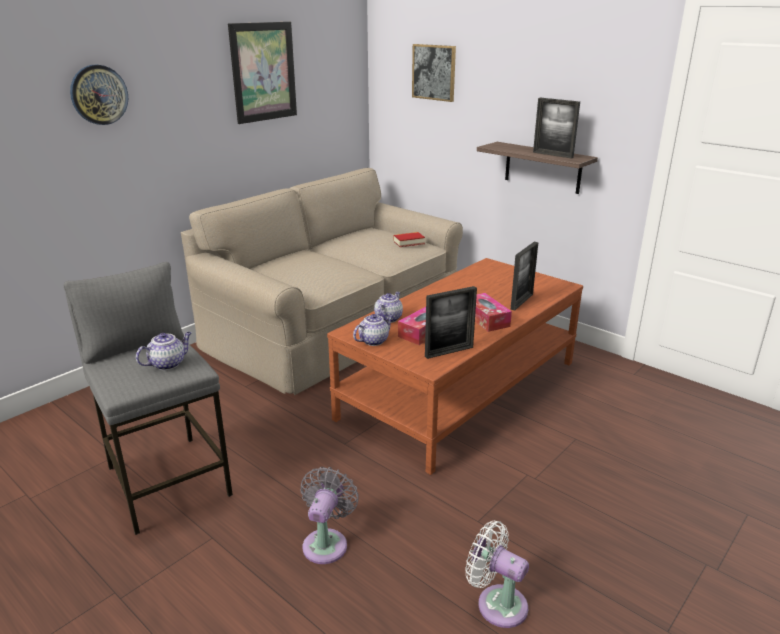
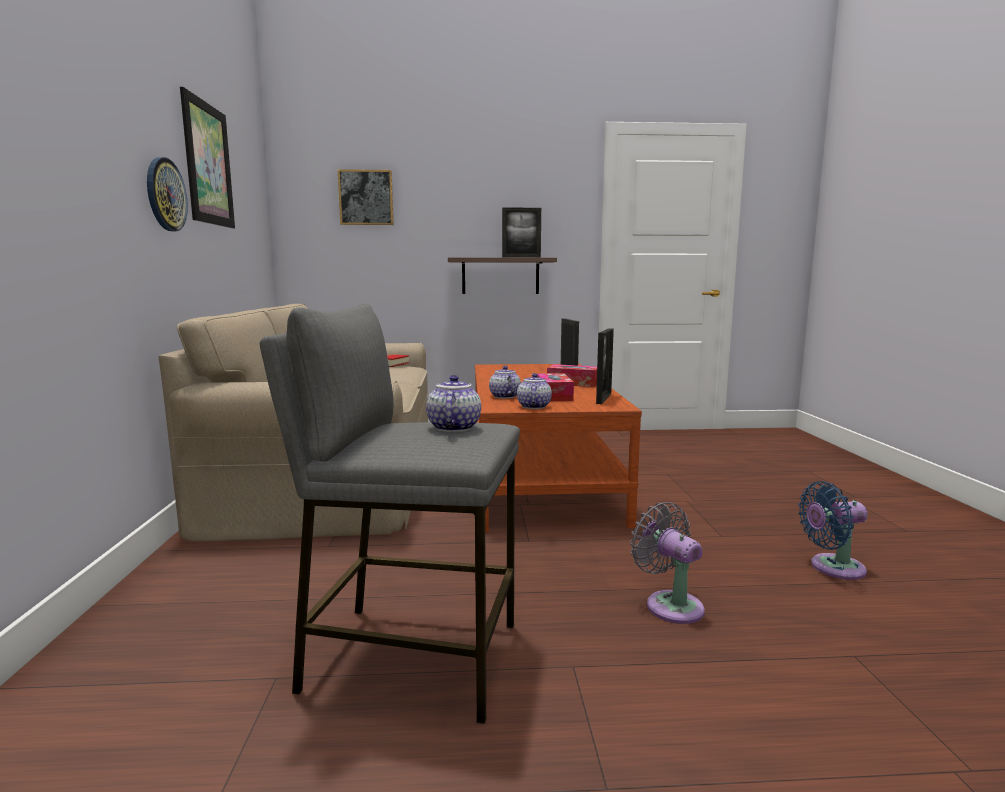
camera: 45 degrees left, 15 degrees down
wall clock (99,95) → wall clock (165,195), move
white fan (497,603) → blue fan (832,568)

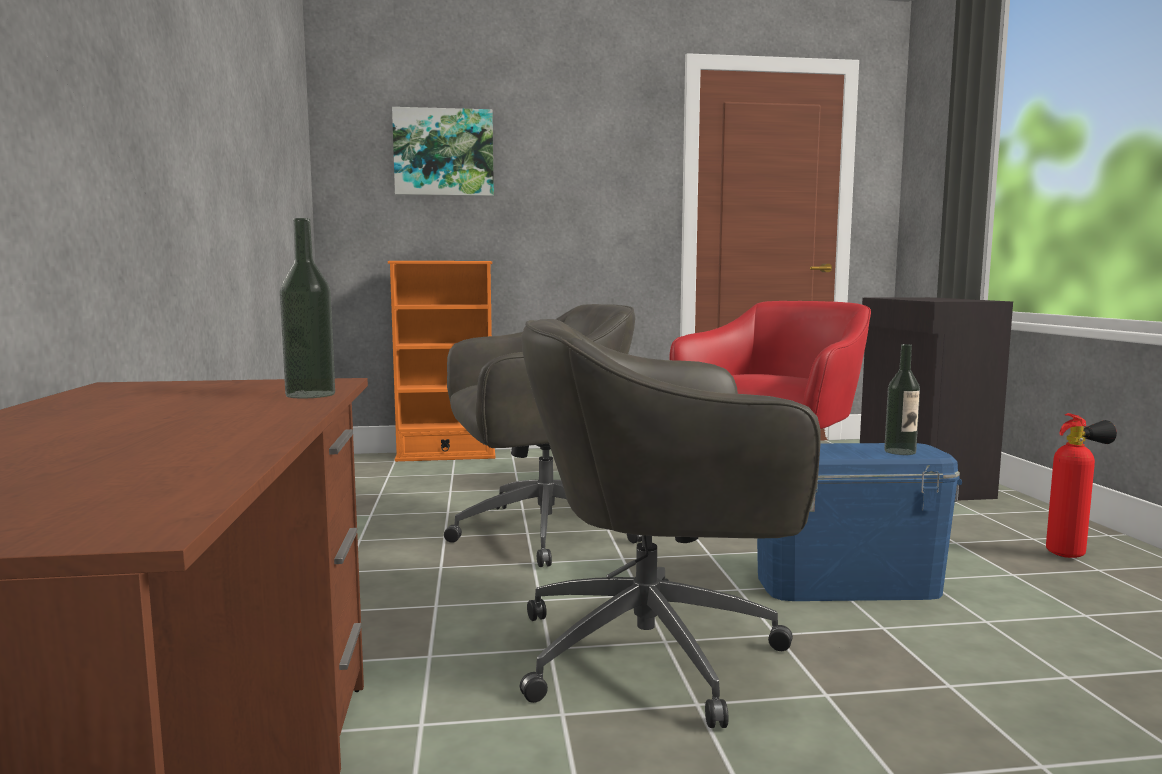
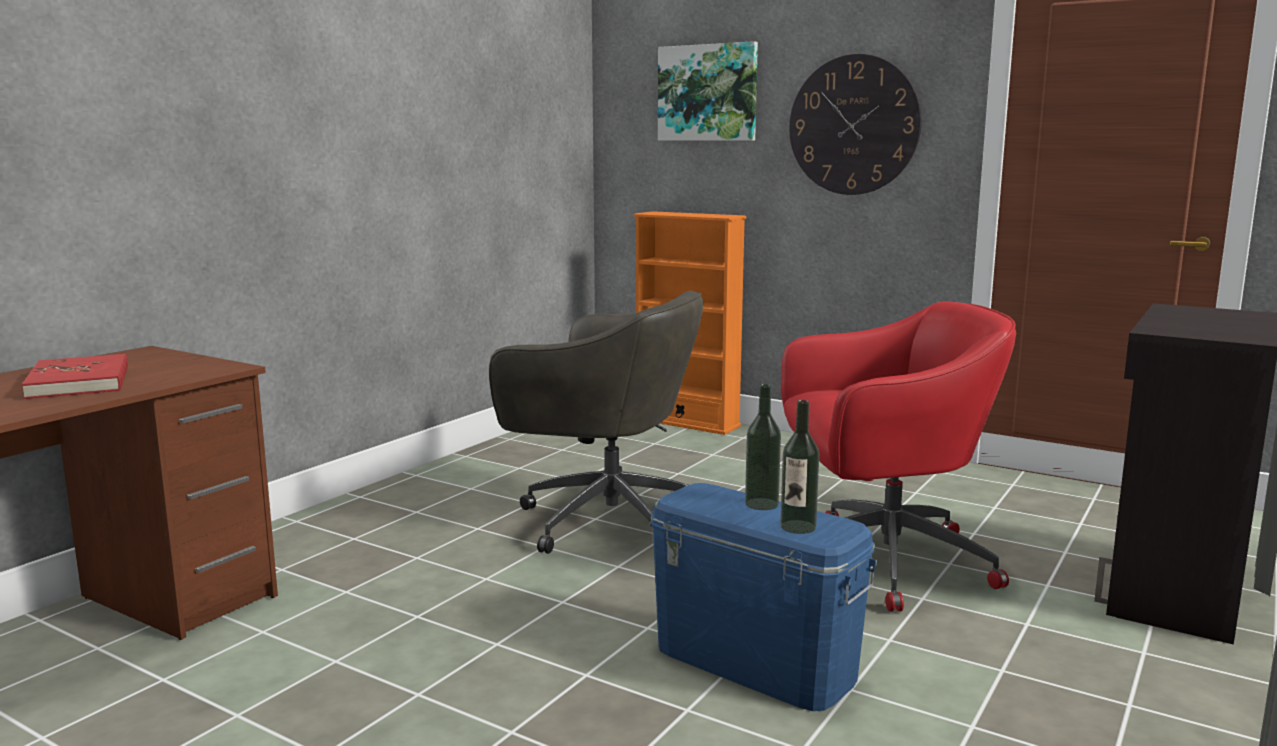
camera: 40 degrees right, 5 degrees up
bottle (310,394) → bottle (761,504), move
grey office chair (656,652) → -
fire extinguisher (1072,554) → -
- → wall clock (853,125)
- → red book (80,382)

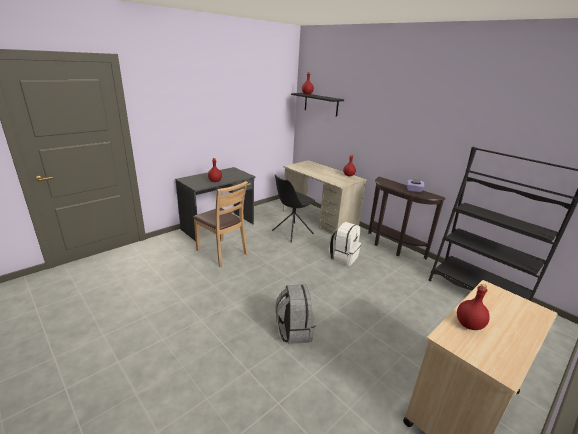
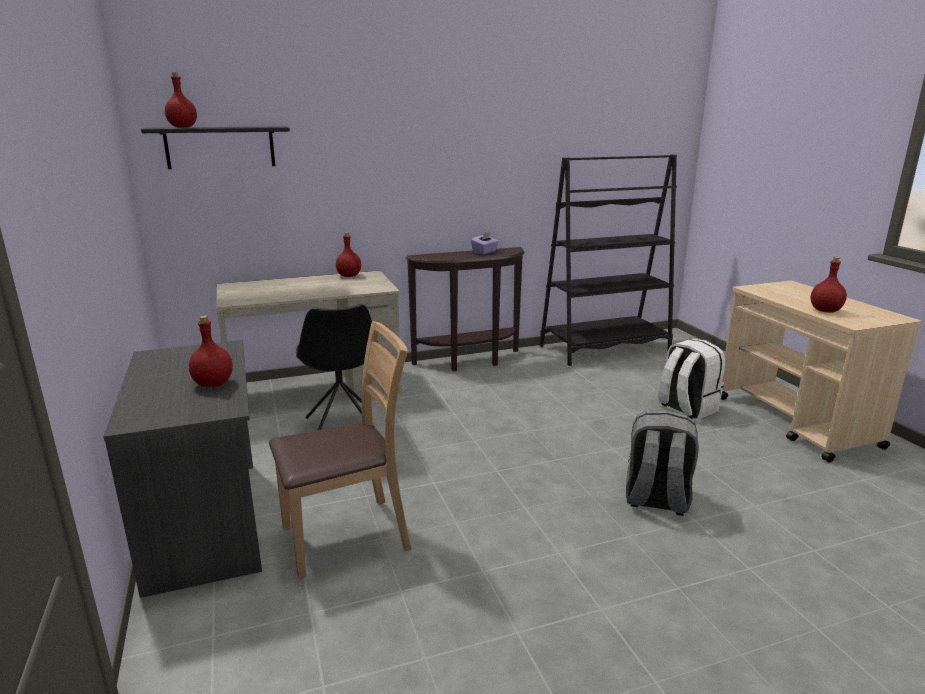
camera: 65 degrees left, 5 degrees down
white backpack (343,257) → white backpack (686,408), move

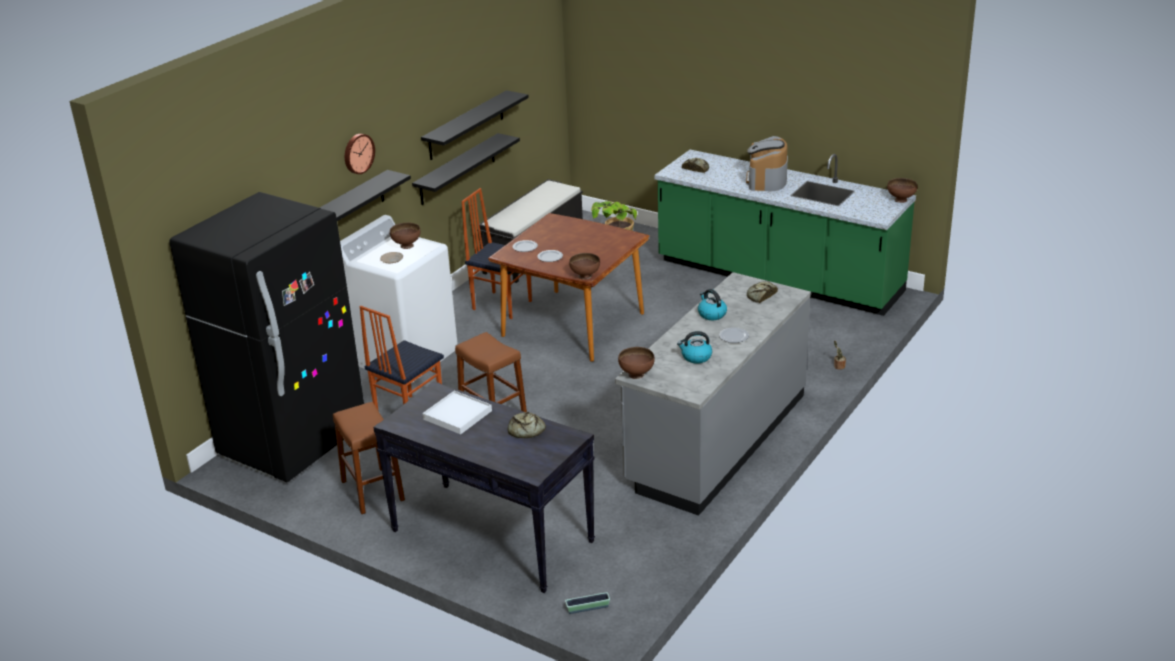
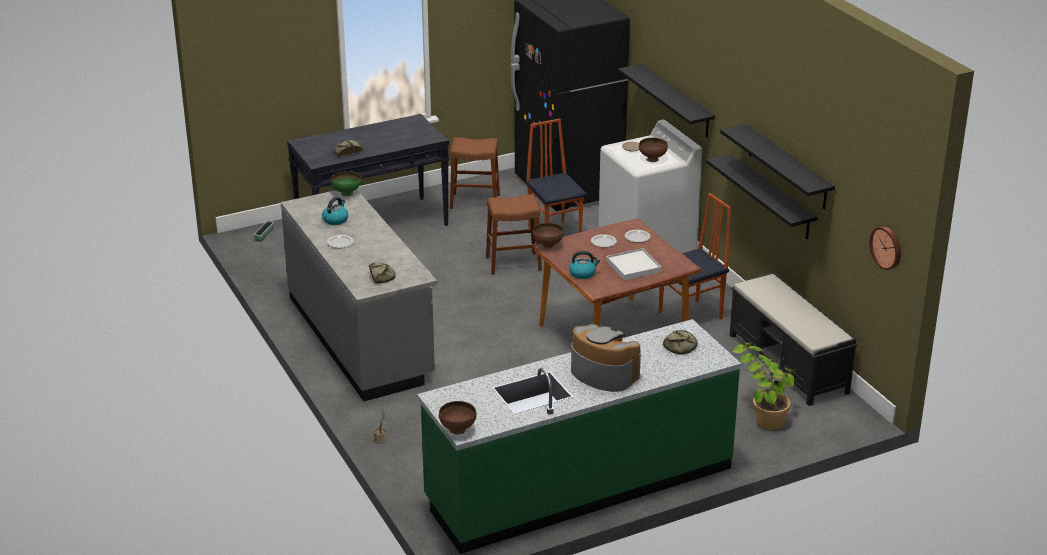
camera: 120 degrees right, 0 degrees up
wall clock (358,153) → wall clock (887,247), move
kettle (711,314) → kettle (583,273), move
brown bowl (636,375) → green bowl (346,193)
white tray (457,415) → white tray (633,266), move

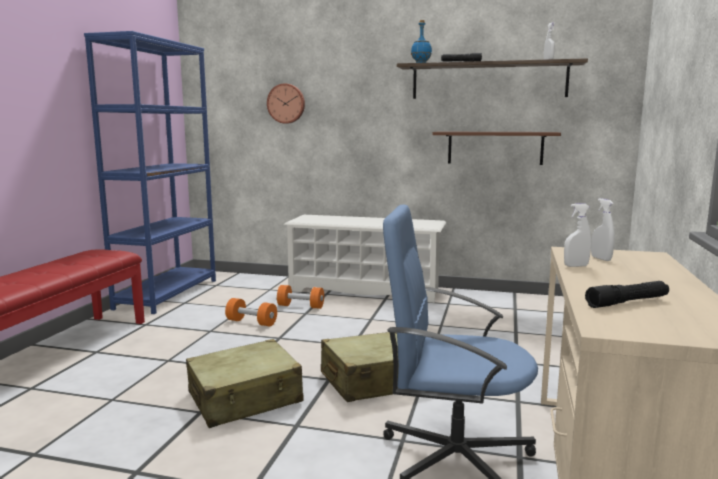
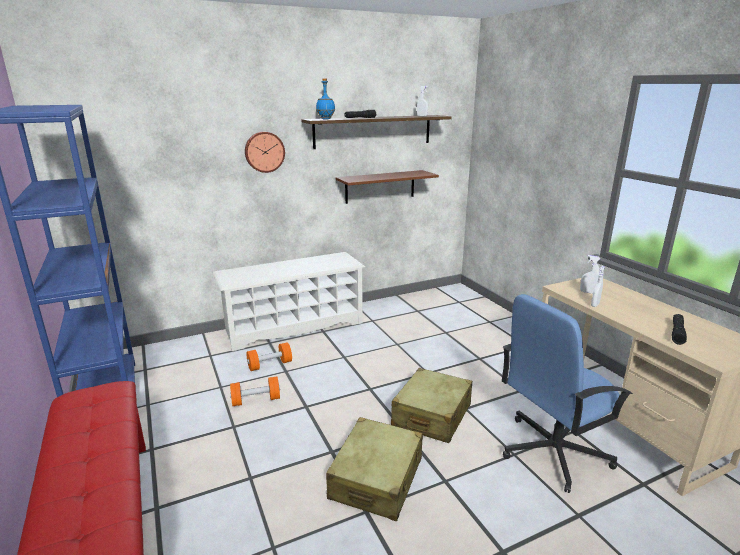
camera: 40 degrees left, 10 degrees up
wall clock (286,103) → wall clock (264,152), move

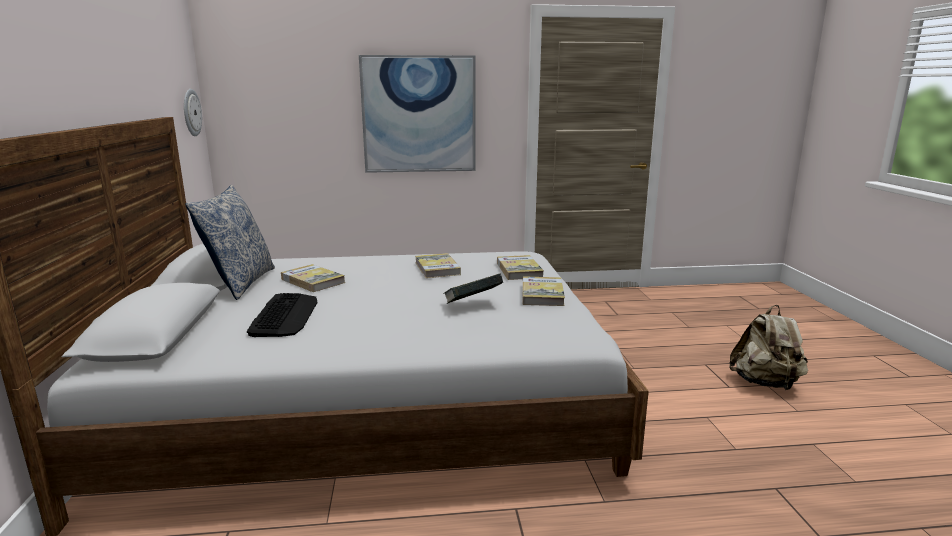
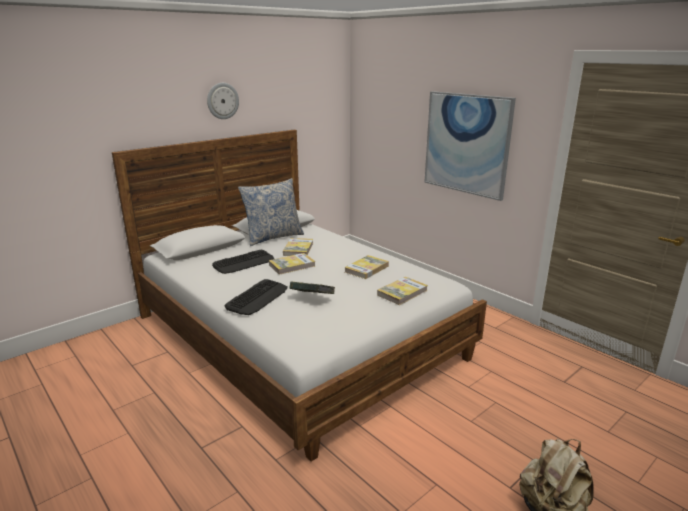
camera: 55 degrees right, 5 degrees up
wall clock (191,112) → wall clock (222,101), move
book (542,294) → book (292,265), move
- → keyboard (257,297)

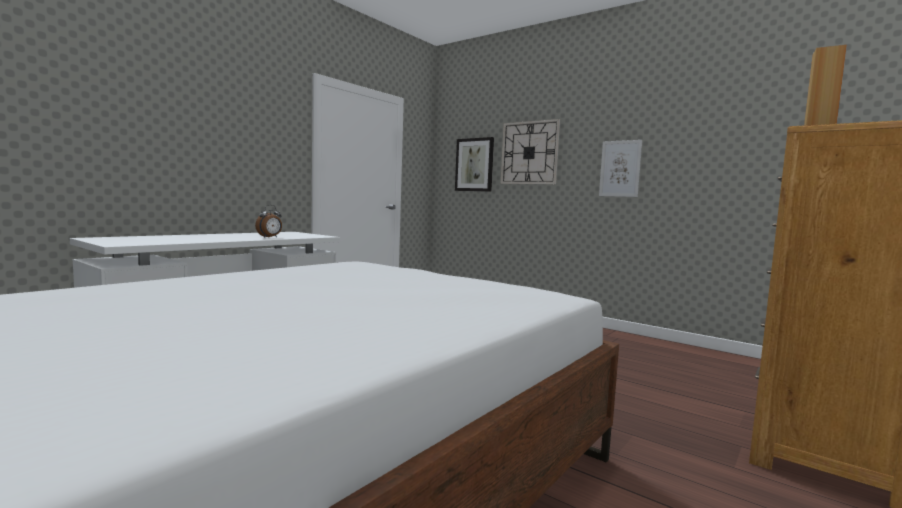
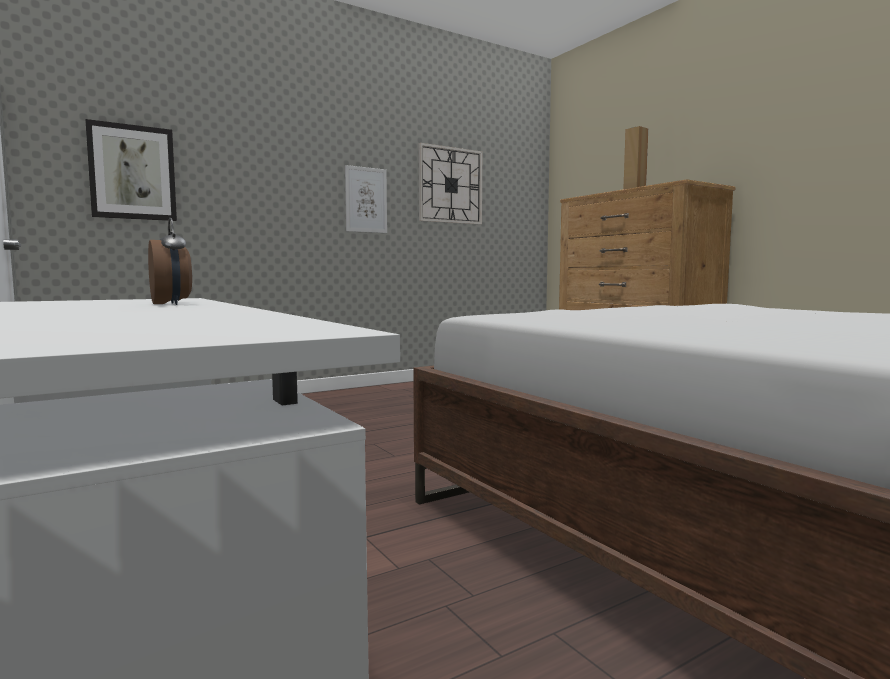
camera: 70 degrees left, 0 degrees up
wall clock (529,153) → wall clock (450,185), move

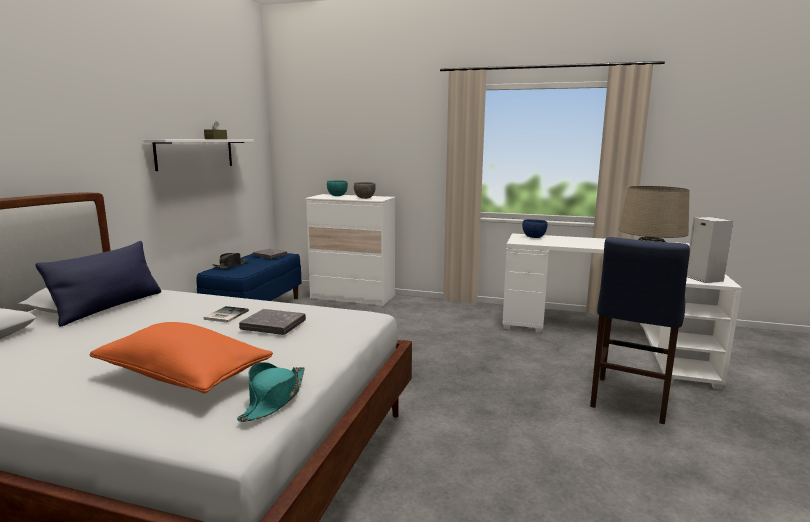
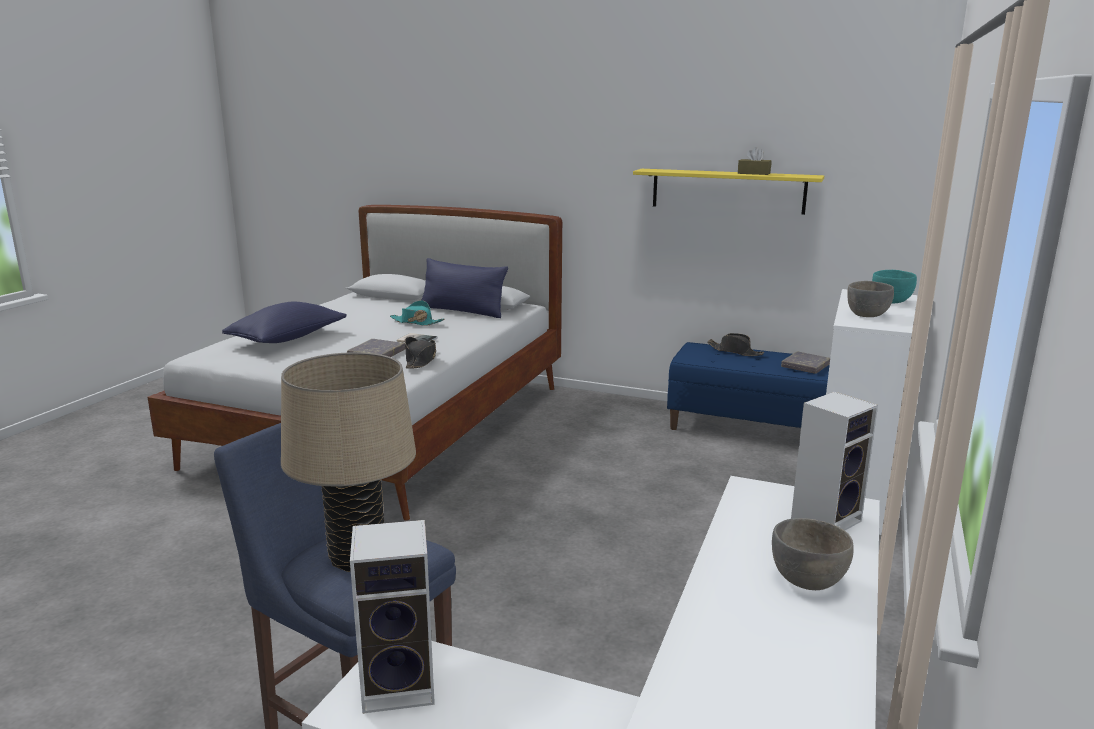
camera: 95 degrees right, 5 degrees up
white shelf (195,153) → yellow shelf (727,191)
blue bowl (533,237) → speaker (826,518)
orange pillow (183,376) → blue pillow (288,339)
turquoise hat (274,399) → turquoise hat (416,322), move
- → black hat (420,360)
- → grey bowl (808,581)

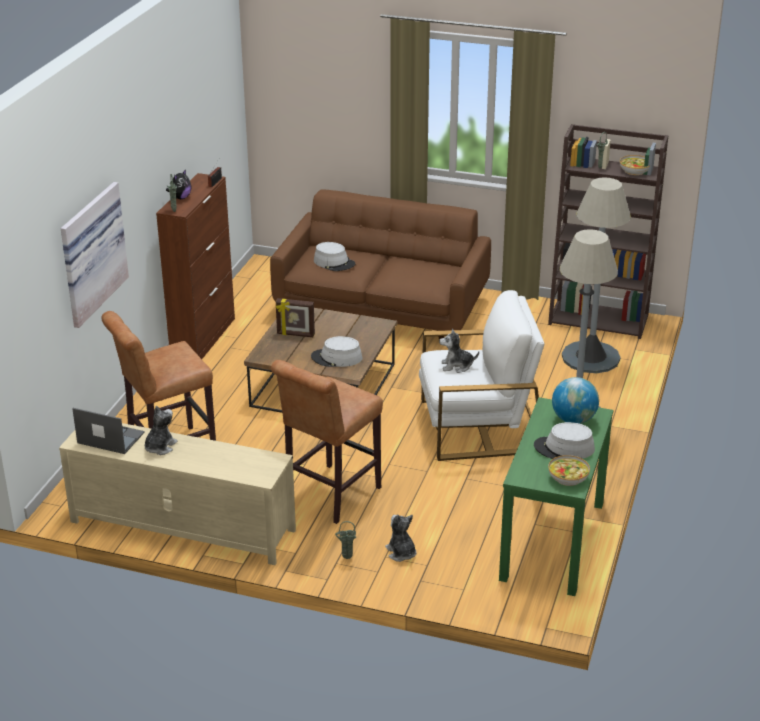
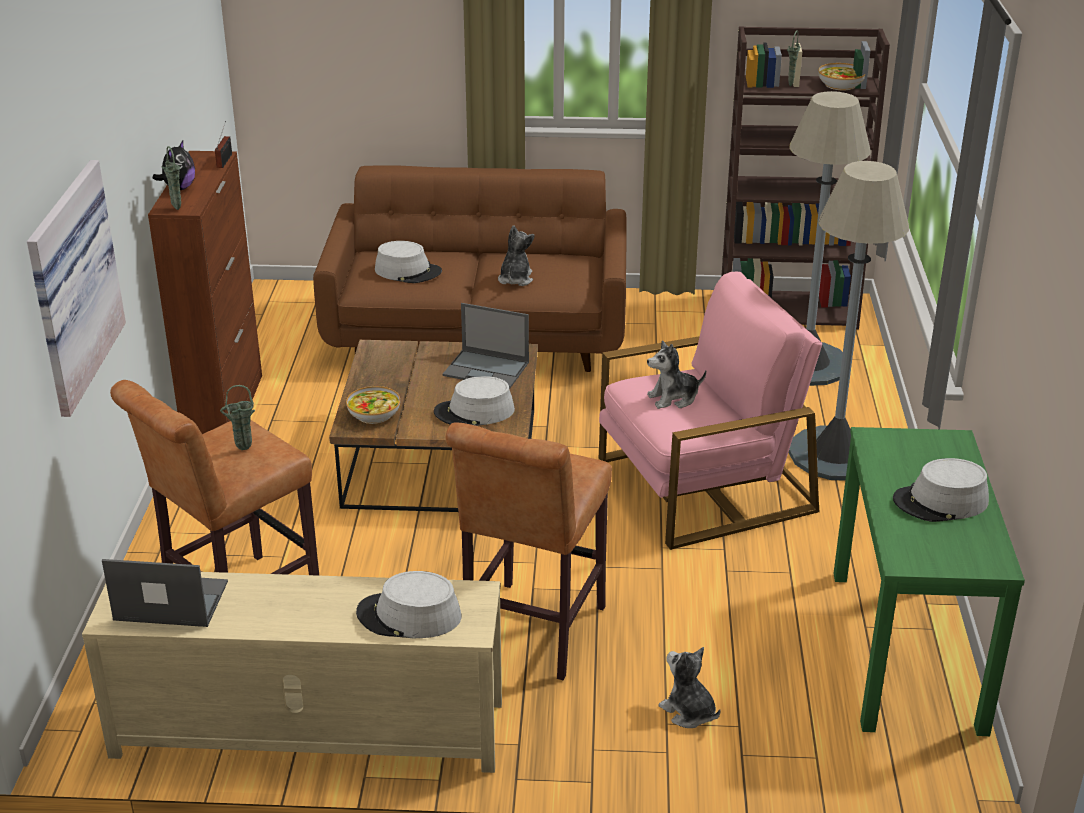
camera: 15 degrees left, 0 degrees up
white armchair (479,426) → pink armchair (704,485)
picture frame (295,334) → -
globe (573,420) → -
plush toy (160,447) → plush toy (515,279), move
bowl (568,477) → bowl (373,414), move
green vase (346,558) → green vase (242,449), move
- → laptop (487,369)
- → grey hat (409,616)

